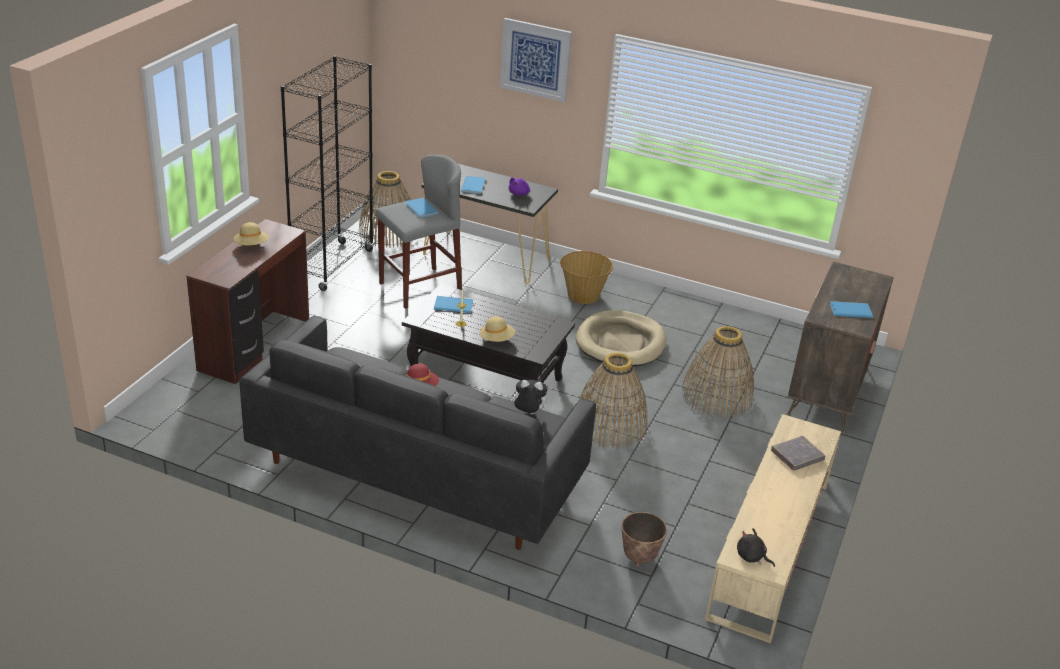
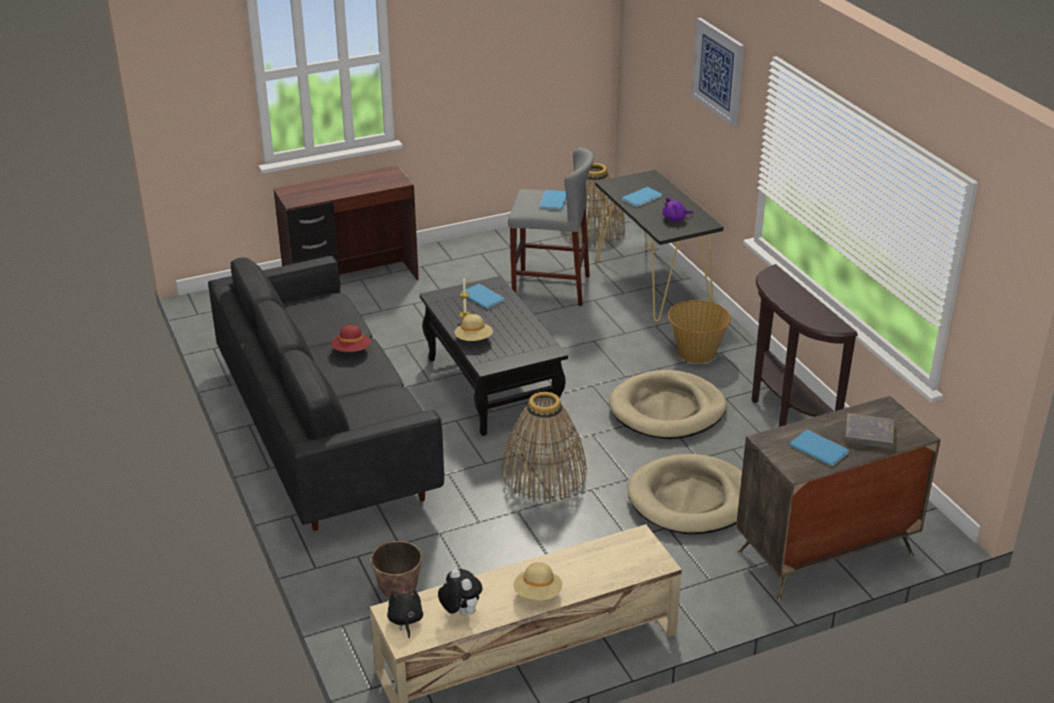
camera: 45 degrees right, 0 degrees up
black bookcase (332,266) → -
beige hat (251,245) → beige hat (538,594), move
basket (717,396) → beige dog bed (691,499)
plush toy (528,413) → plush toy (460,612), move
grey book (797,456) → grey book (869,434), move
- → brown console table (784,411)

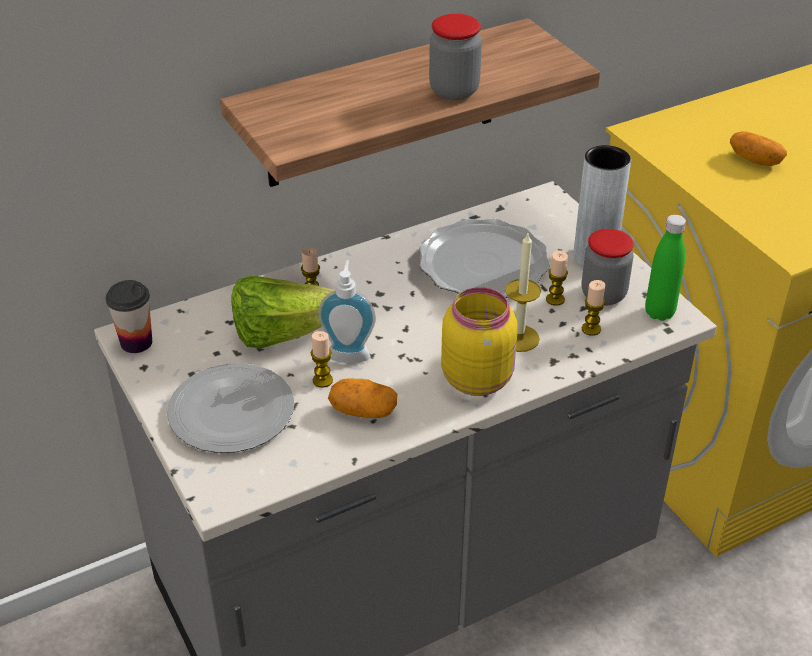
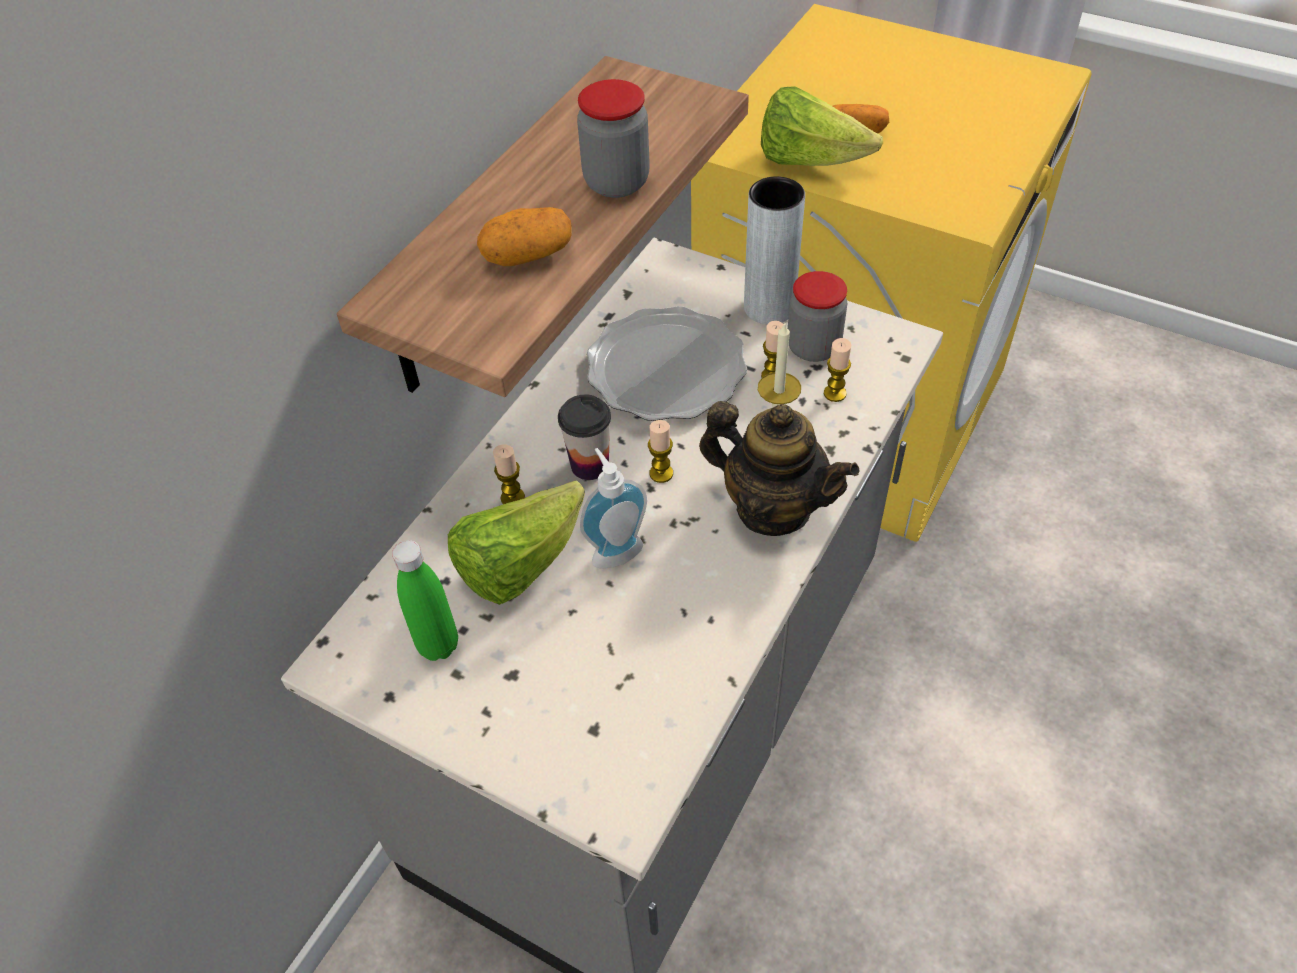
camera: 30 degrees left, 10 degrees up
green bottle (659,312) → green bottle (438,645), move
cup (136,342) → cup (590,465), move
yellow jar (477,377) → teapot (773,508)
candle (322,380) → candle (661,473), move
plate (229,411) → -
potato (363,411) → potato (527,255), move
- → lettuce (809,160)

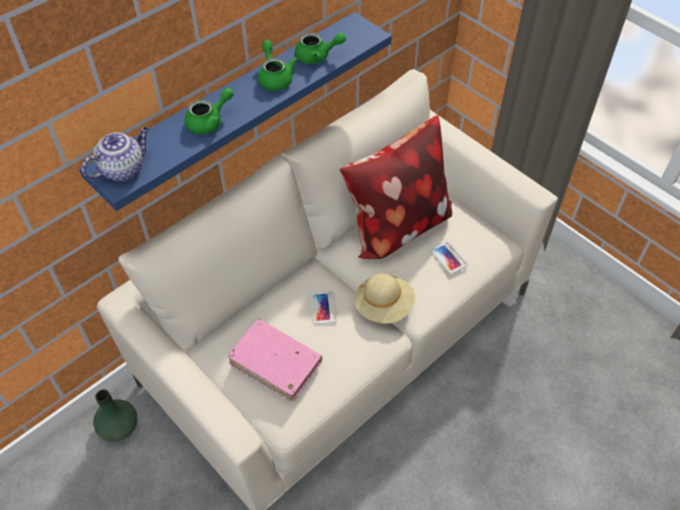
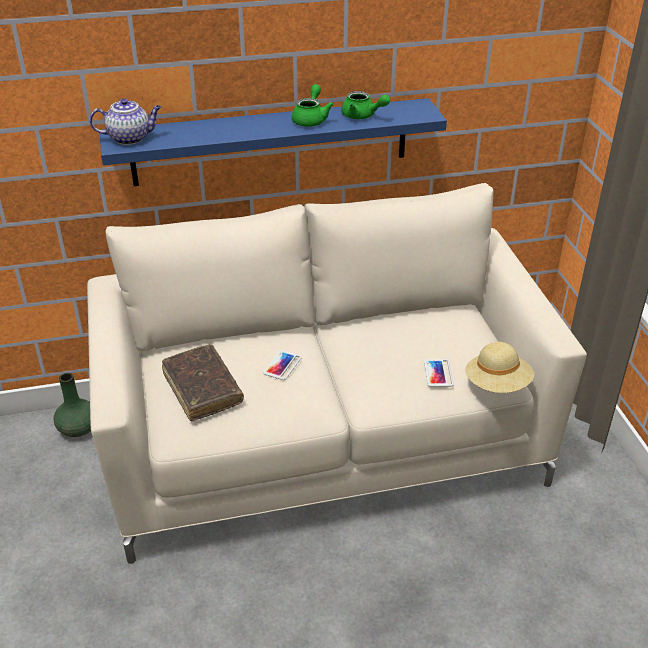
camera: 30 degrees right, 15 degrees down
green teapot (209,122) → -
pillow (396,225) → -
beige hat (384,306) → beige hat (497,384), move
pink book (275,364) → brown book (202,389)

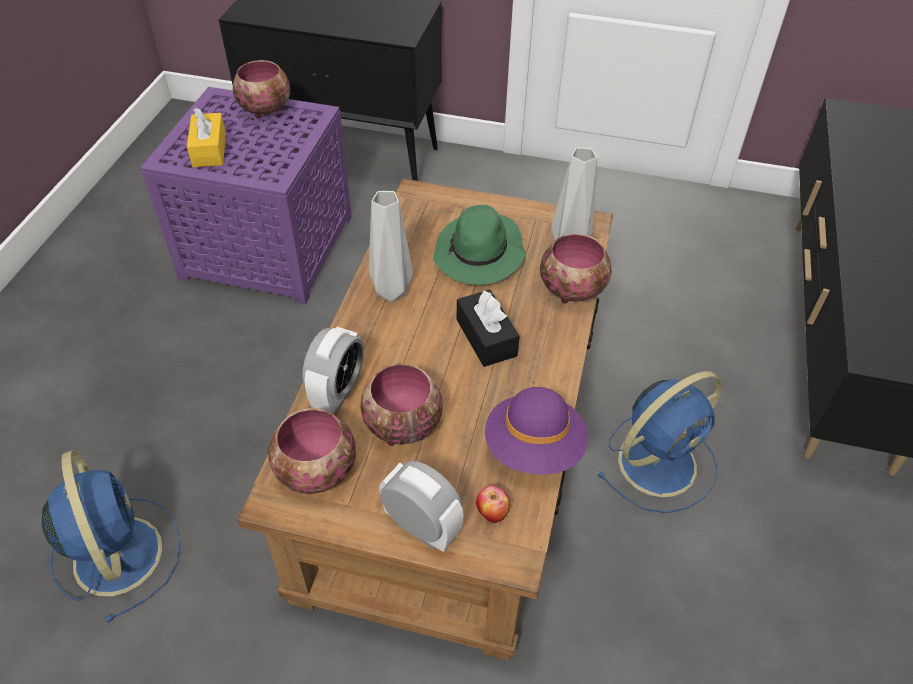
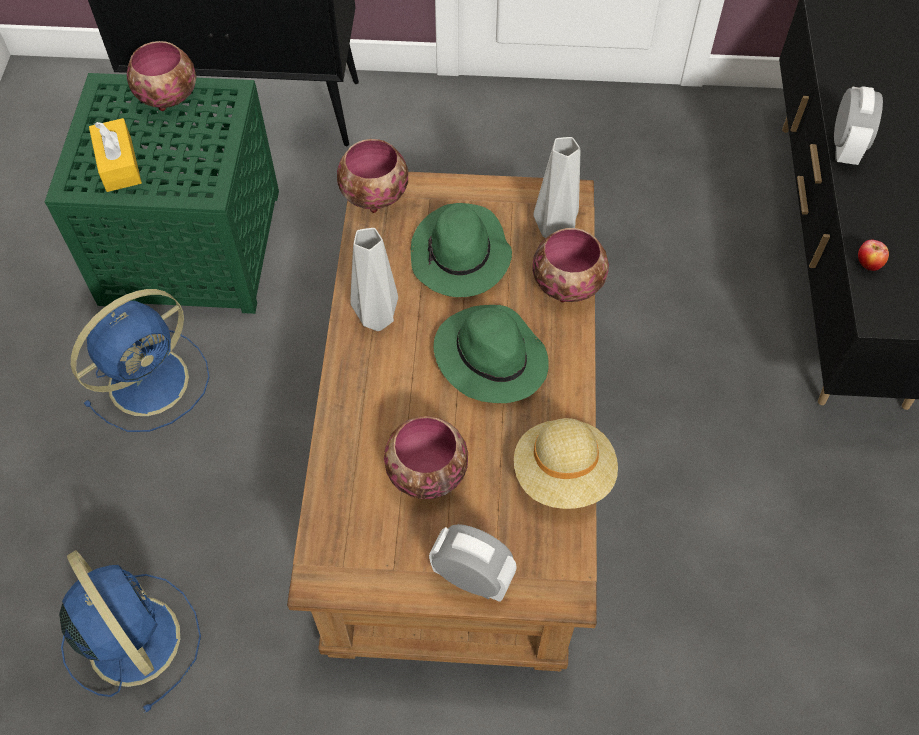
camera: 10 degrees left, 10 degrees up
purple side table (271,245) → green side table (194,244)
black tissue box (486,337) → green hat (489,357)
alarm clock (338,392) → alarm clock (844,148), move
blue fan (660,461) → blue fan (152,379), move
purple hat (534,448) → beige hat (563,474)
bowl (316,473) → bowl (375,197), move
apple (492,513) → apple (867,265), move

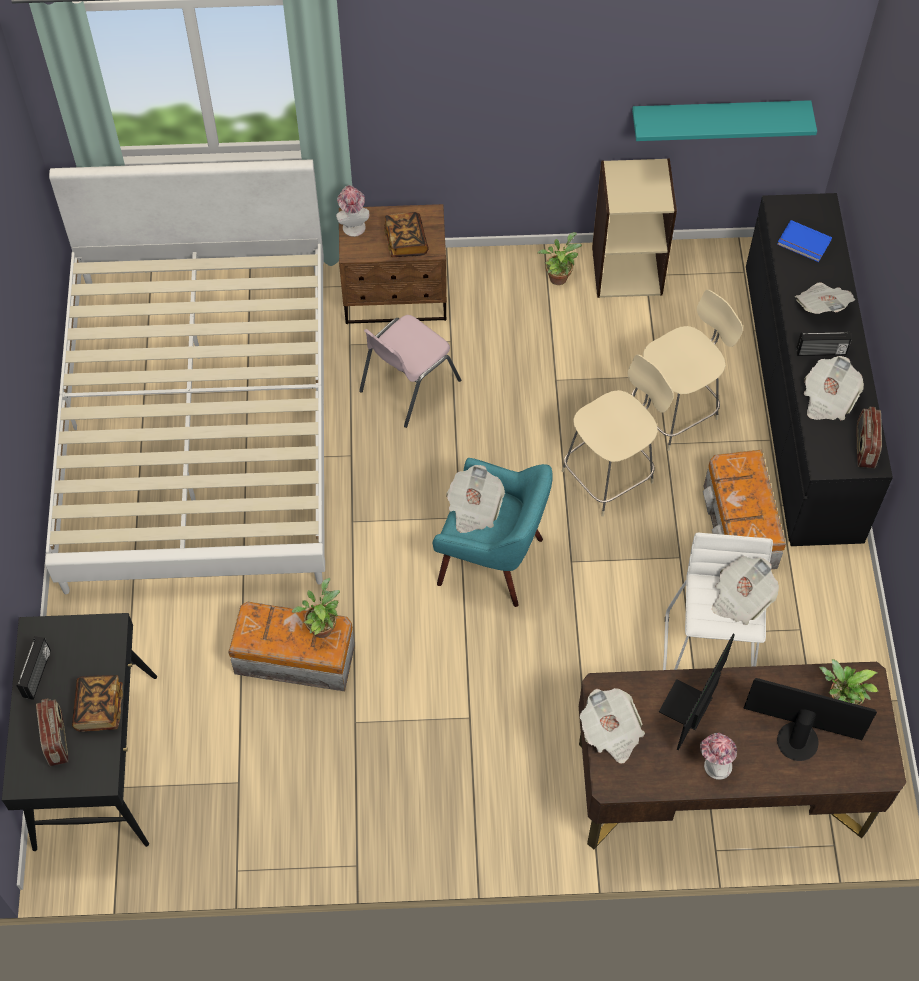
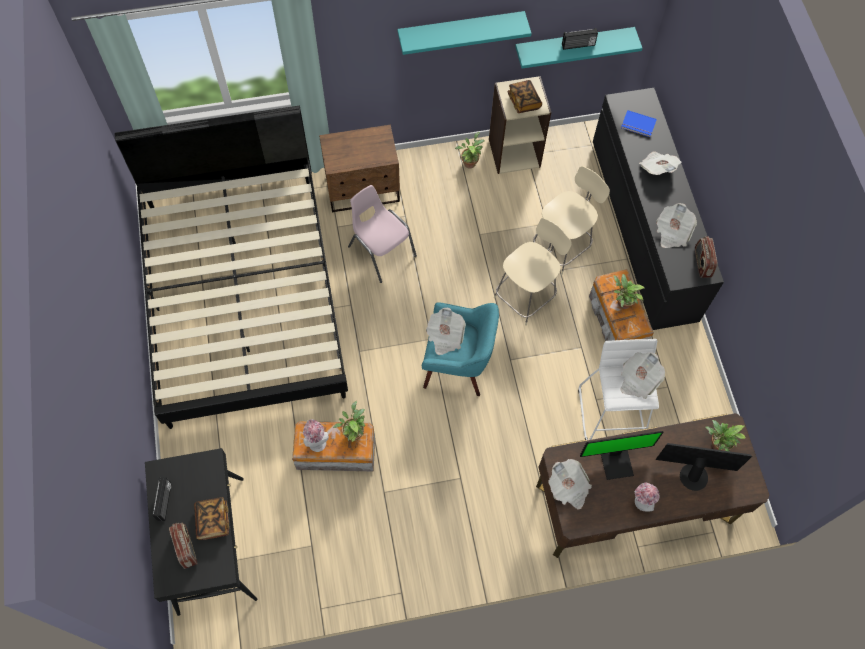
camera: 10 degrees left, 5 degrees up
white bed (200,425) → black bed (244,296)
hat (353,224) → hat (316,441), move
book (406,242) → book (523,101), move
pink chair (408,386) → pink chair (381,251), 105 degrees clockwise
radio (821,352) → radio (578,45), move
monitor (687,707) → monitor (616,463), 120 degrees counterclockwise
- → turquoise shelf (460,30)
- → potted plant (622,302)

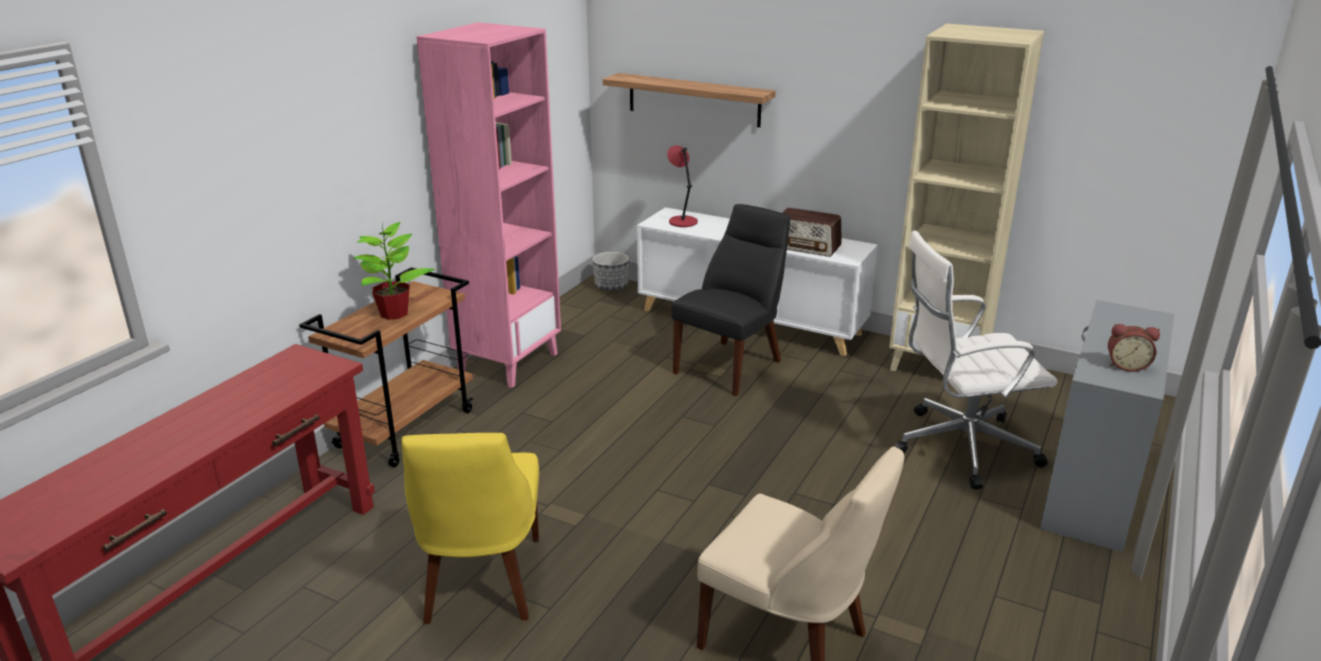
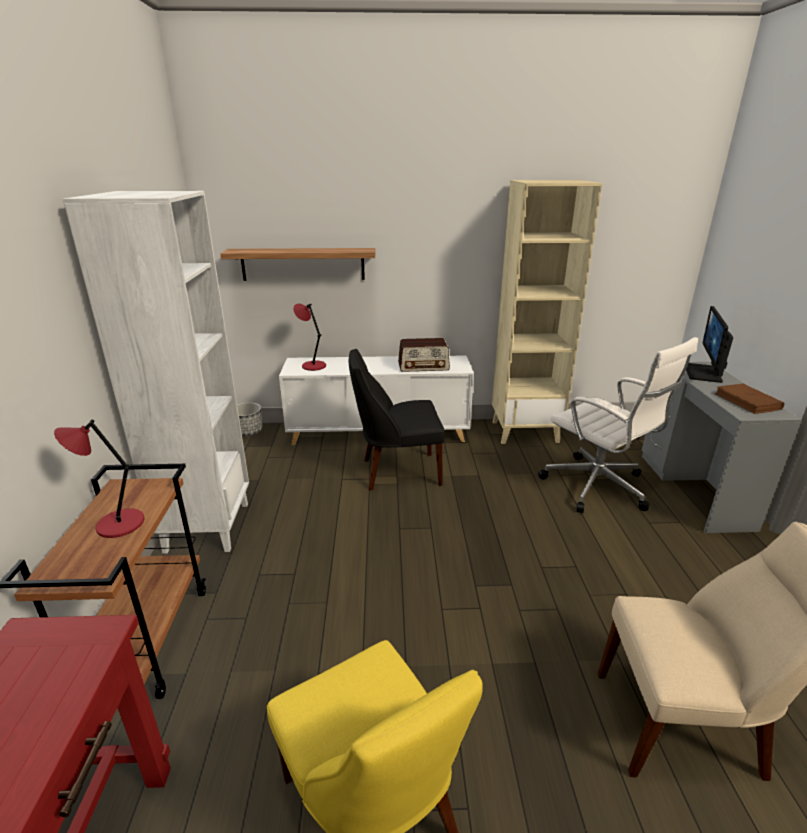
camera: 30 degrees left, 0 degrees up
pink bookcase (508,362) → white bookcase (207,526)
black chair (731,365) → black chair (397,472), 105 degrees counterclockwise
potted plant (394,313) → red table lamp (117,525)
white office chair (959,447) → white office chair (598,487), 90 degrees counterclockwise
alarm clock (1126,365) → brown book (747,401)
- → monitor (703,373)

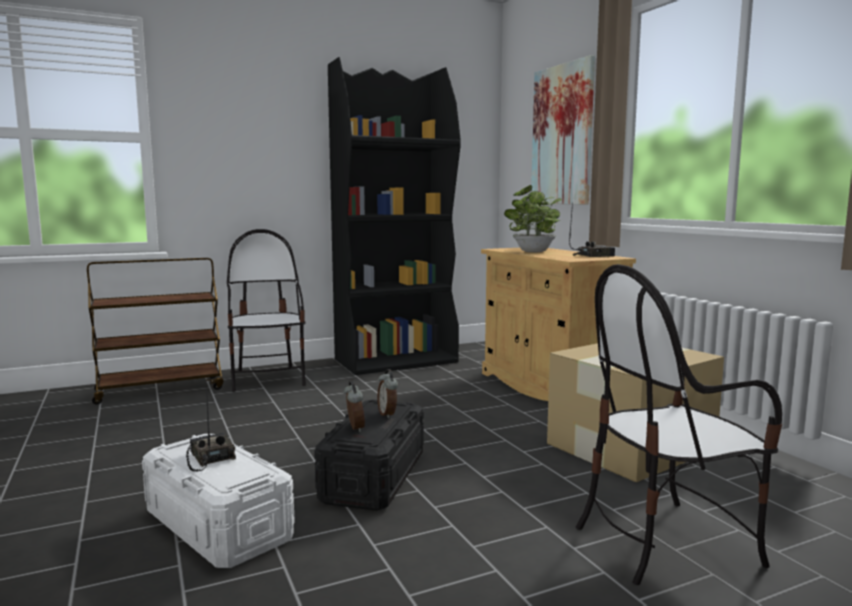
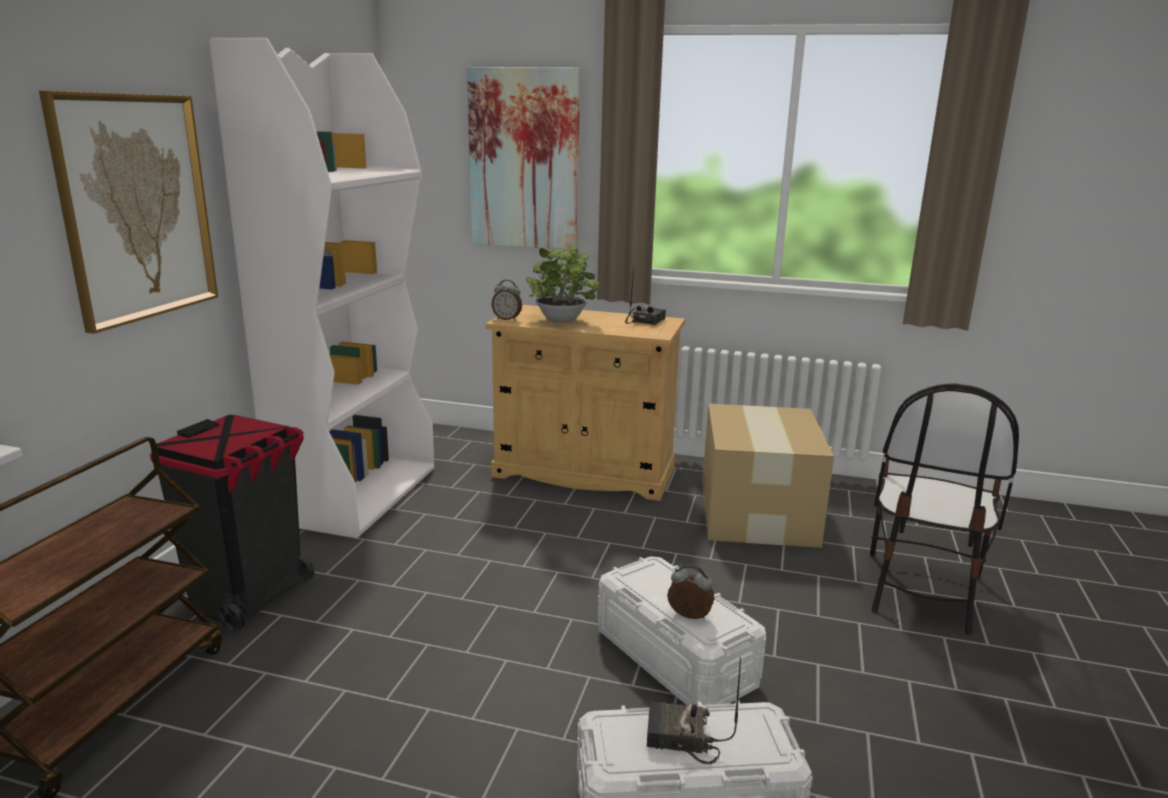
camera: 50 degrees left, 10 degrees up
black bookcase (396,360) → white bookcase (357,493)
chair (268,379) → black trash can (250,597)
alarm clock (388,414) → alarm clock (507,319), move
black storage box (374,476) → white storage box (674,657)
- → picture (136,208)

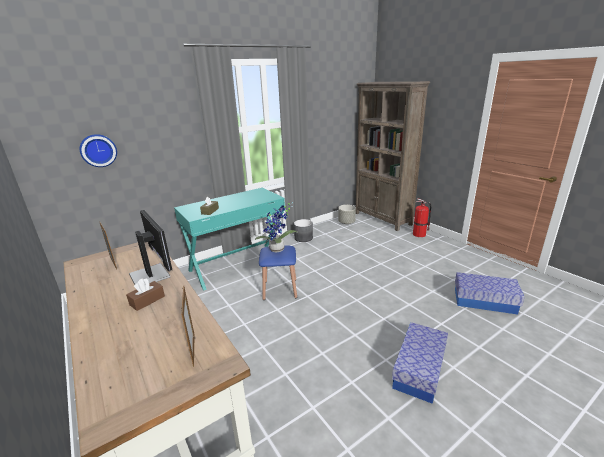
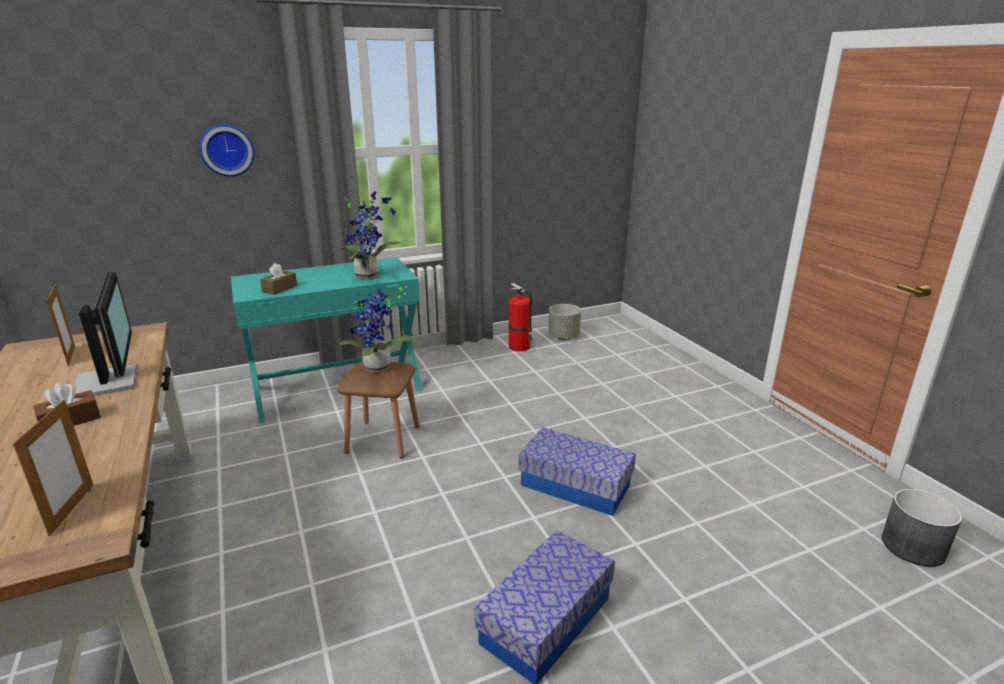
camera: 10 degrees right, 0 degrees up
brown bookcase (382,219) → -
wall clock (98,150) → wall clock (227,150), move
fire extinguisher (420,234) → fire extinguisher (520,347), move
grey planter (303,238) → grey planter (912,546), move
blue stool (280,289) → brown stool (383,439)
storage box (484,301) → storage box (575,485), move
- → potted plant (370,275)

